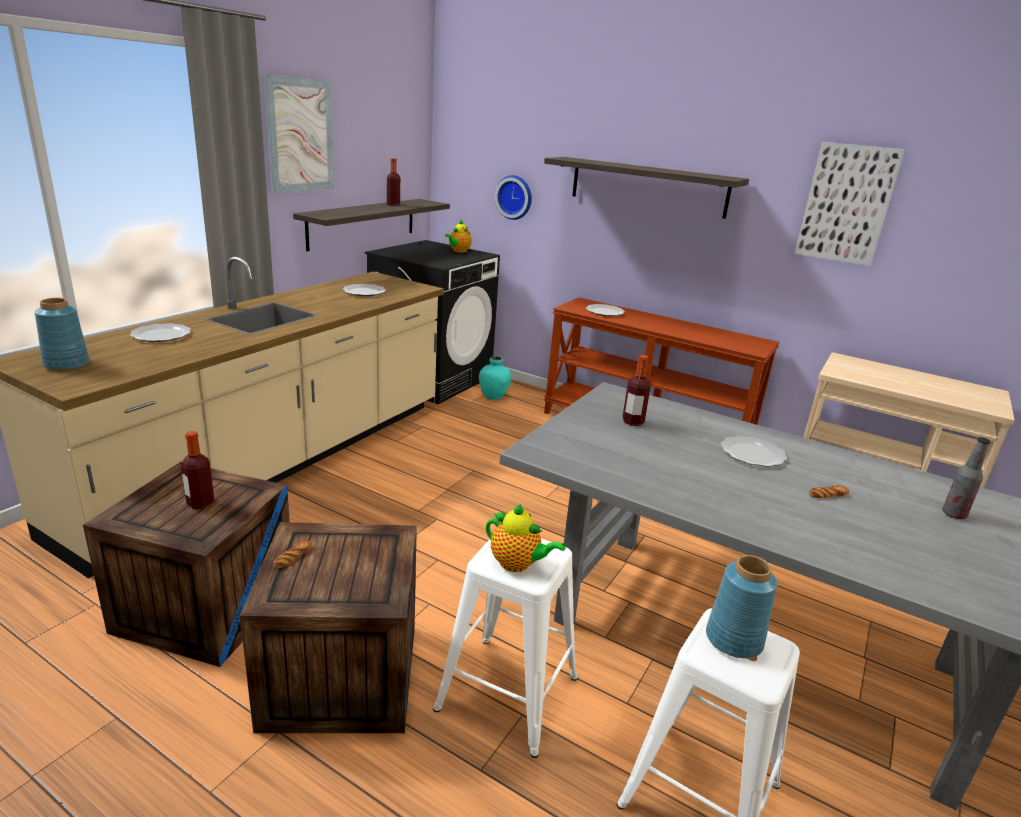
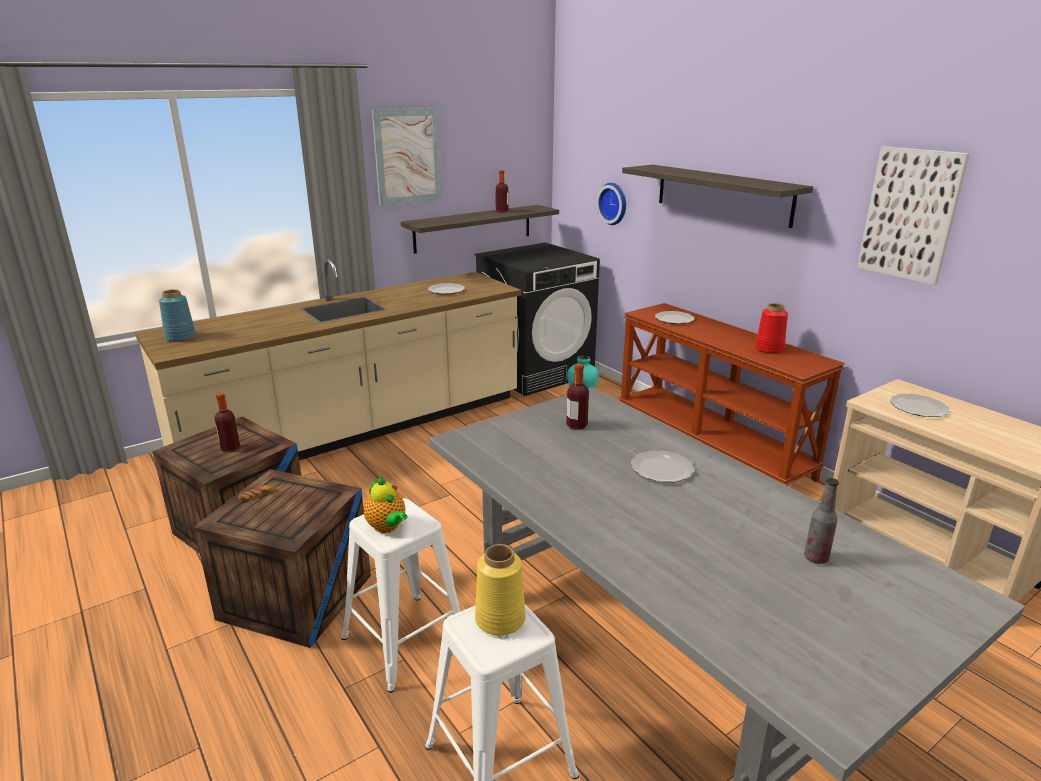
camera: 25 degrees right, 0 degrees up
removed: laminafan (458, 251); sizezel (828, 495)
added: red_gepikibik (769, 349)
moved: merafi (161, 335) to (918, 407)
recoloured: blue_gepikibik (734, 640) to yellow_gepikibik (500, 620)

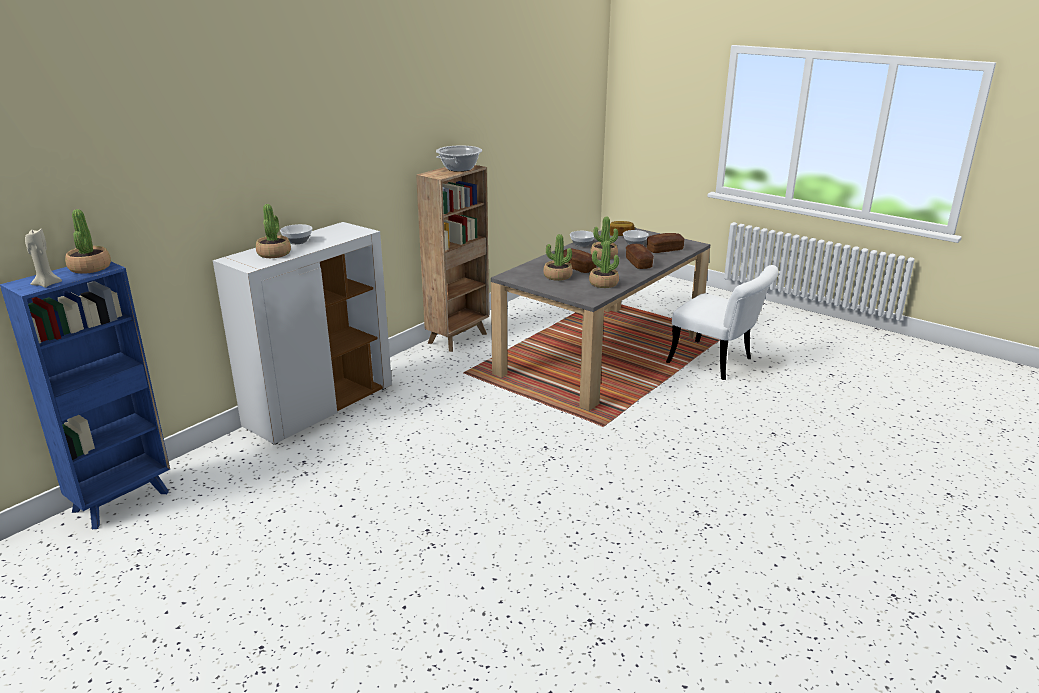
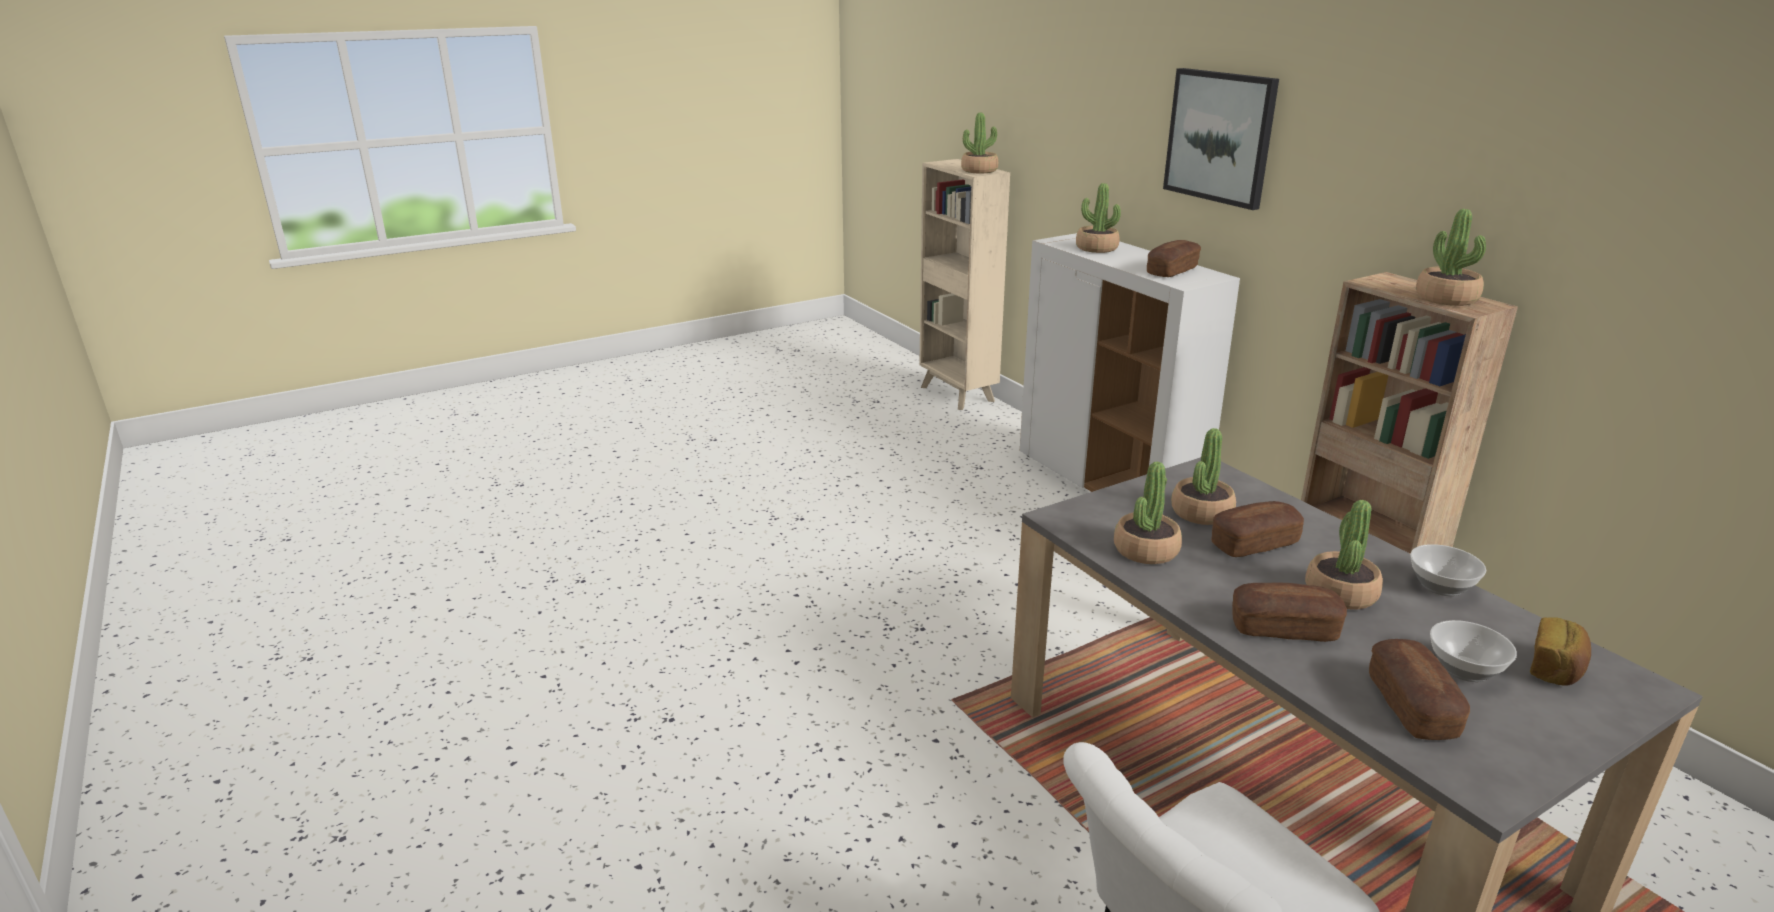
camera: 110 degrees right, 0 degrees up
removed: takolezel (298, 241); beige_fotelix (47, 284)
added: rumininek (1220, 137); sizezel (1172, 271)
replaced: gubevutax (459, 168) to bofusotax (1446, 298)
recoloured: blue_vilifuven (123, 501) to beige_vilifuven (958, 394)

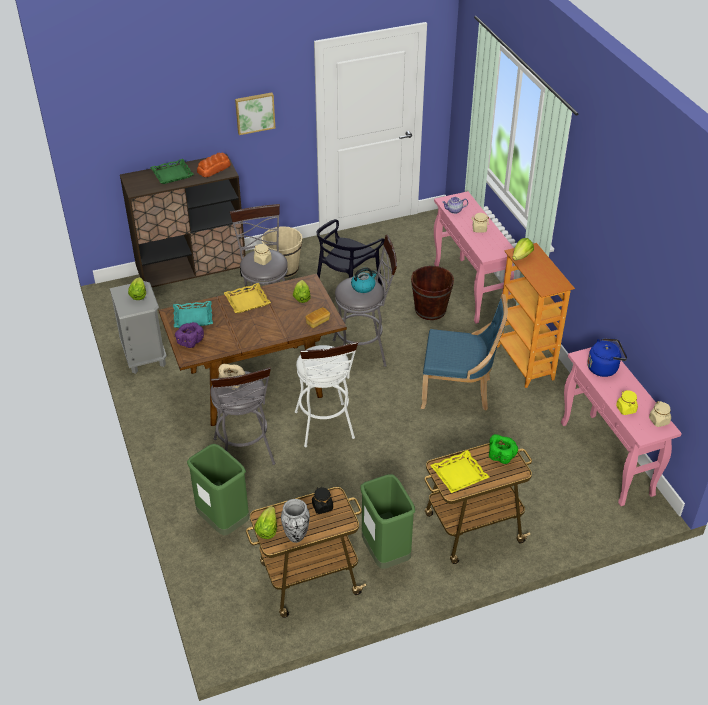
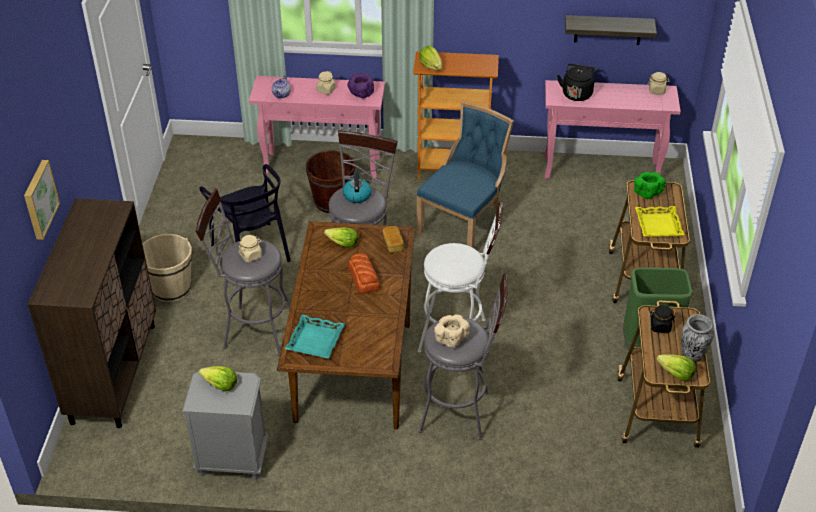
camera: 65 degrees left, 0 degrees up
removed: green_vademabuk (172, 174); yellow_vademabuk (247, 301); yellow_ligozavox (626, 409); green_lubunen (223, 522)
added: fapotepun (608, 30)
moved: rumininek (254, 112) to (39, 199); sizezel (214, 169) to (364, 277); purple_takolezel (190, 341) to (360, 94)
recoloured: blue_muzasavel (604, 368) to black_muzasavel (577, 93)

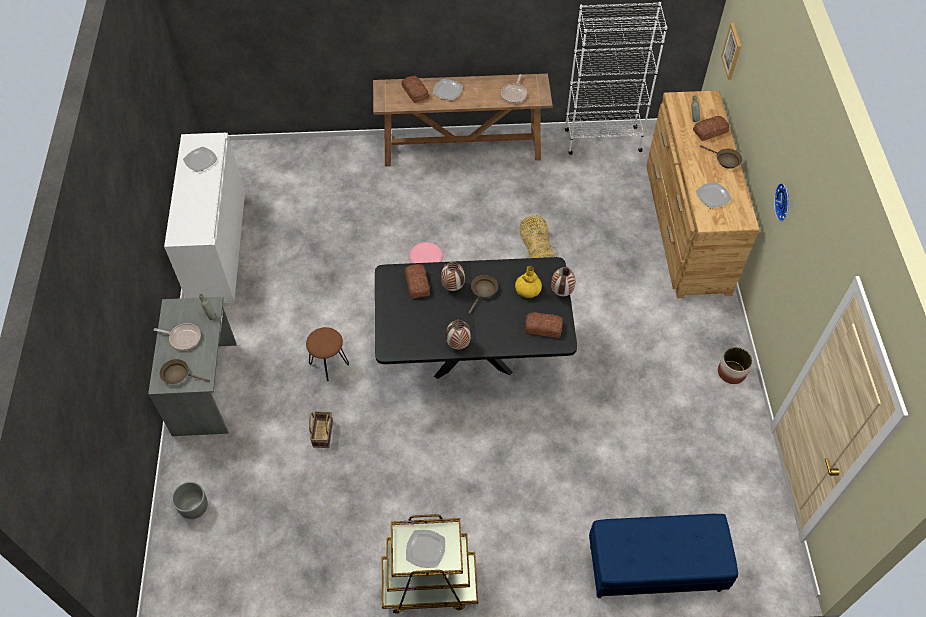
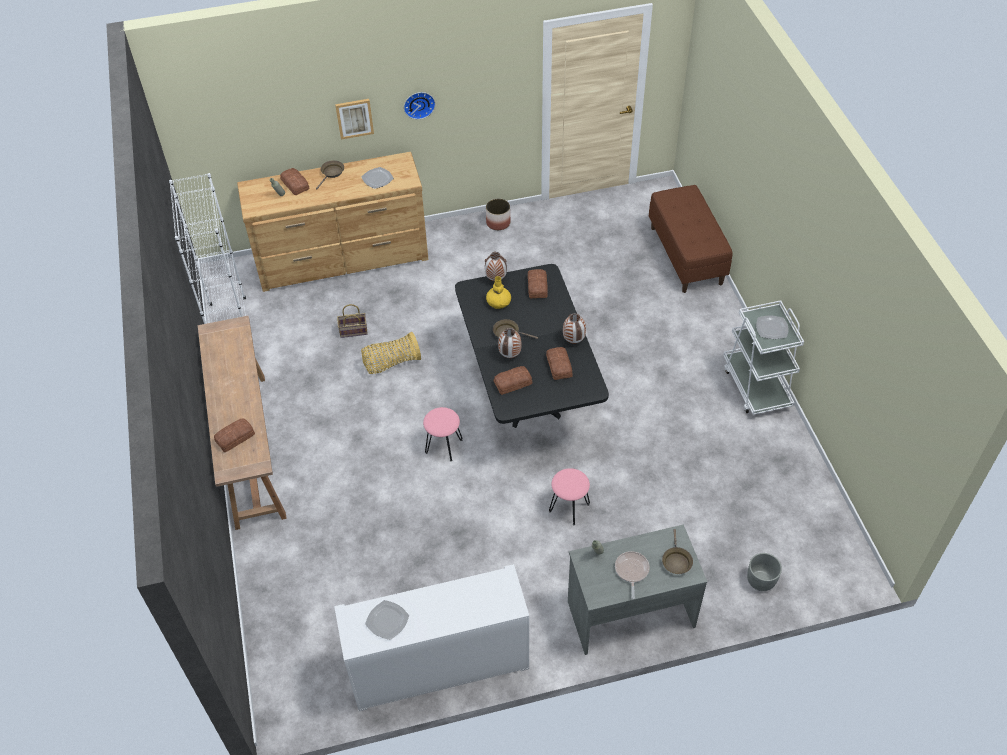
camera: 100 degrees left, 5 degrees down
removed: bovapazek (514, 94); merafi (447, 90)
added: sizezel (558, 366)
moved: rumininek (732, 51) to (354, 118); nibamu (322, 433) to (352, 331)
recoloured: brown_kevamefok (328, 364) to pink_kevamefok (569, 508); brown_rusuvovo (429, 584) to white_rusuvovo (756, 386); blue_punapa (654, 569) to brown_punapa (686, 255)

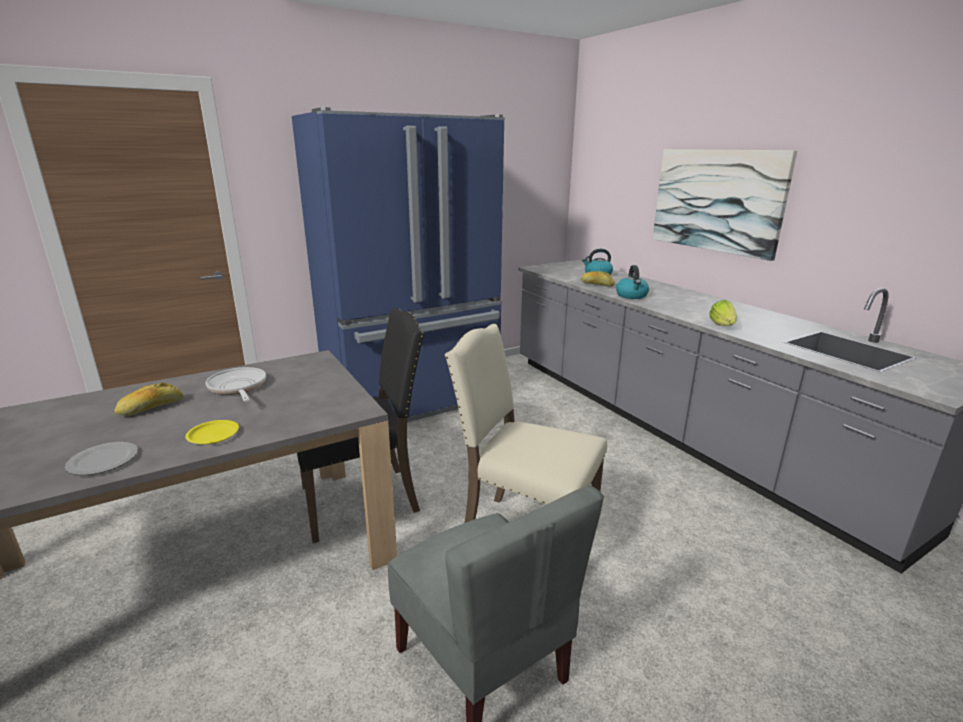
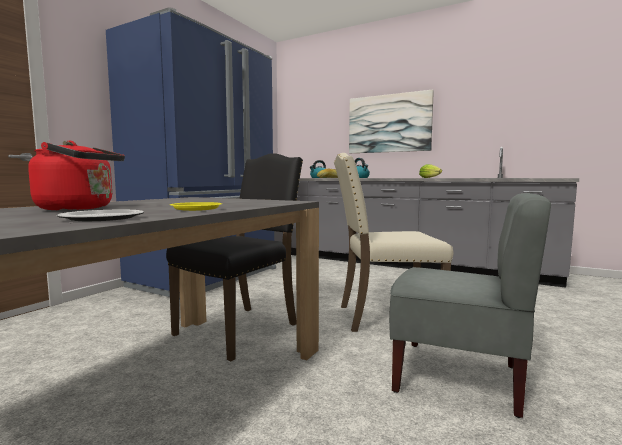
camera: 30 degrees left, 15 degrees down
removed: bovapazek (238, 388)
replaced: sizezel (151, 408) to red_muzasavel (80, 209)

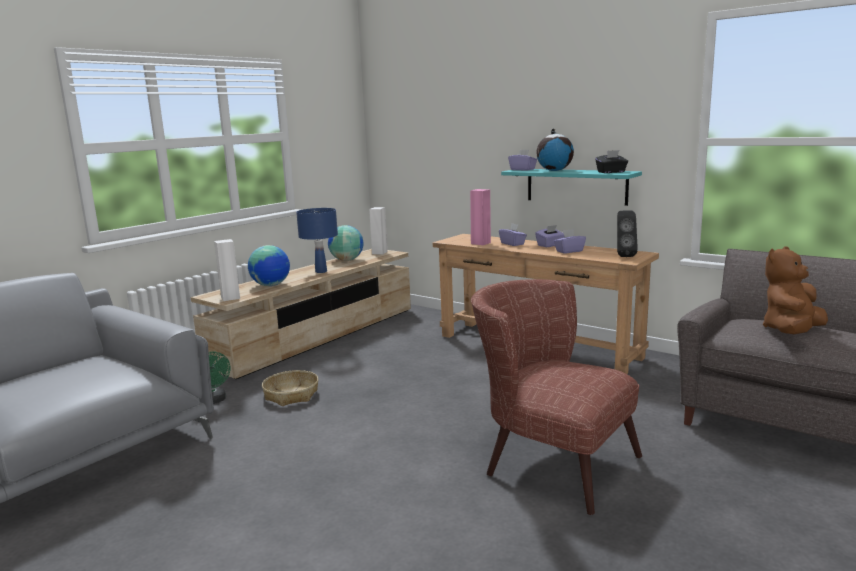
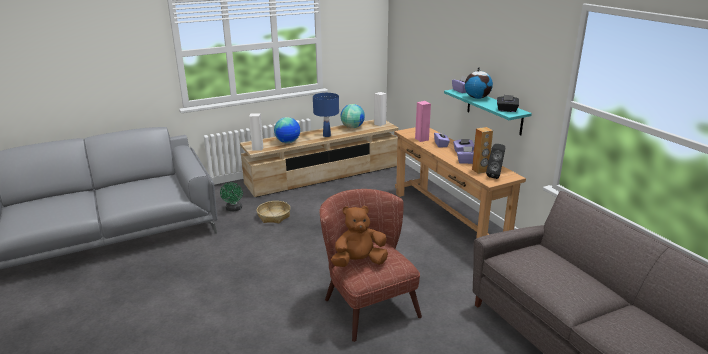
camera: 25 degrees right, 10 degrees up
added: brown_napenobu (480, 170)
moved: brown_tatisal (791, 332) to (359, 262)

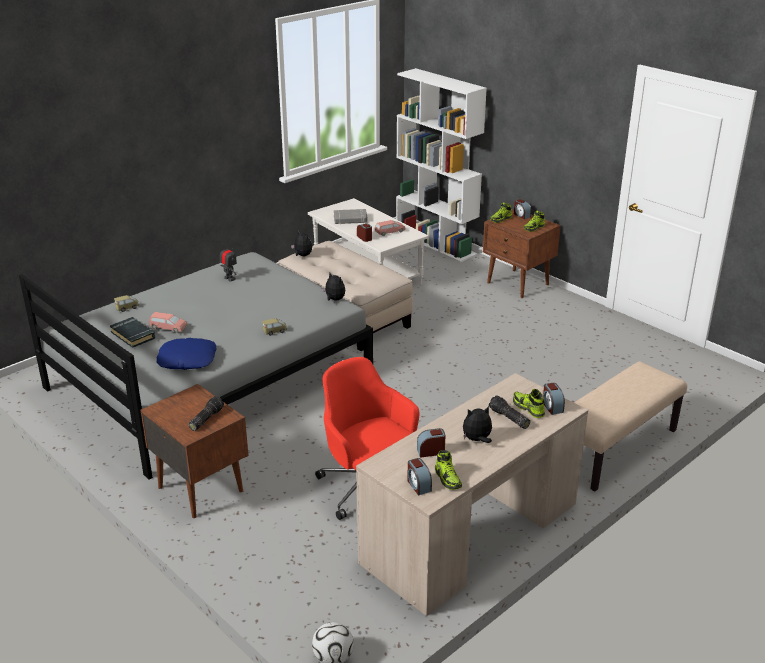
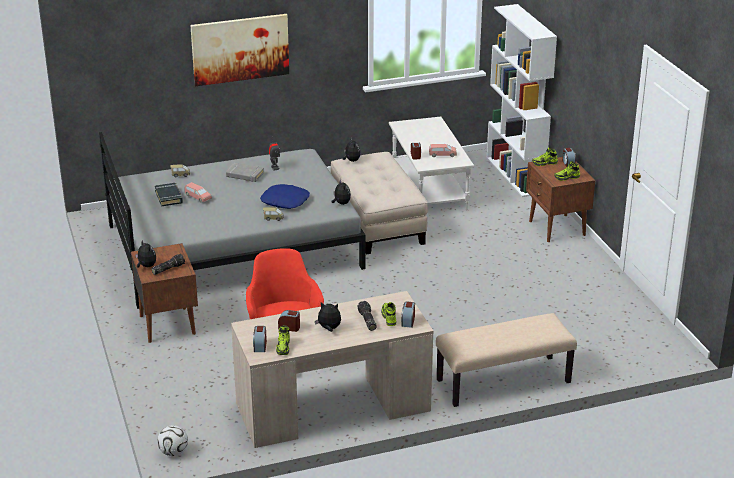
camera: 25 degrees right, 0 degrees up
added: rumininek (240, 49); tatisal (146, 266)
moved: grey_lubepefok (350, 219) to (244, 175); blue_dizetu (187, 359) to (285, 201)

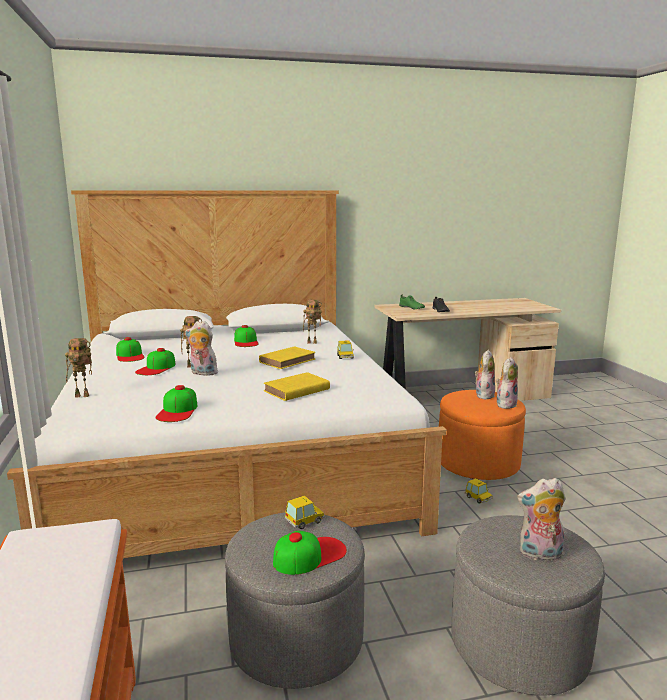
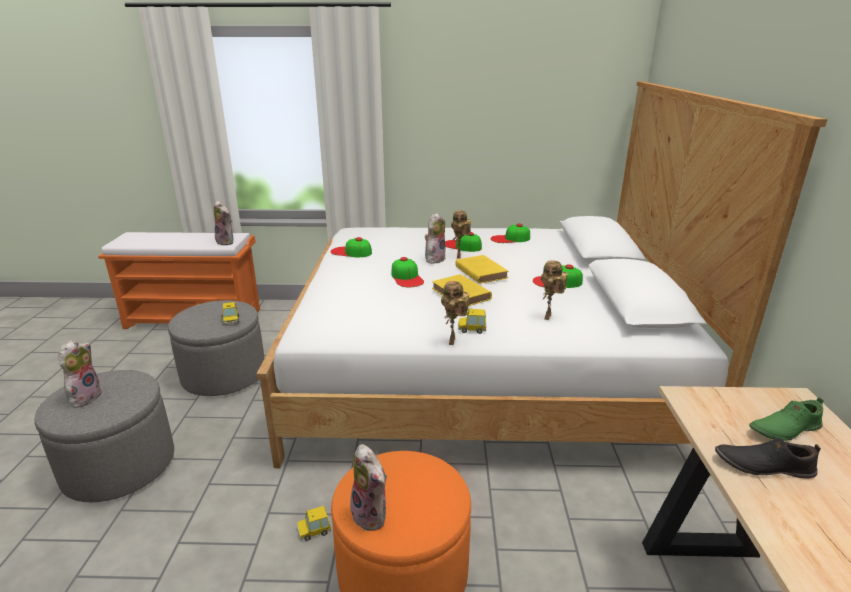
camera: 105 degrees right, 10 degrees up
moved: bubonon (83, 395) to (453, 342); tatisal (483, 395) to (227, 242); yellow_lubepefok (295, 391) to (480, 272); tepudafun (309, 555) to (407, 277)

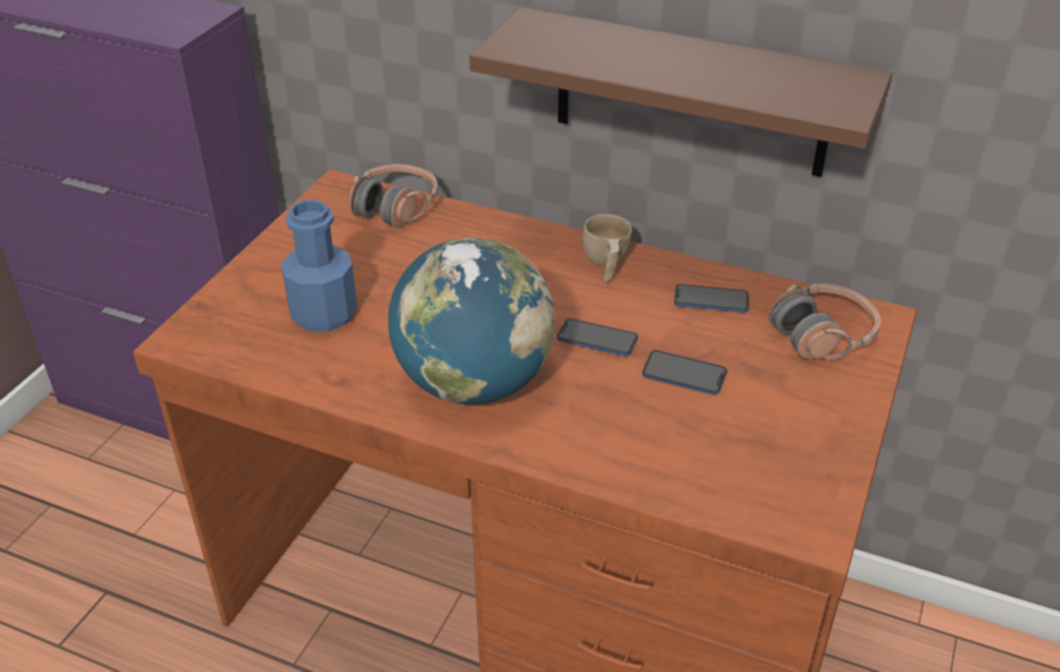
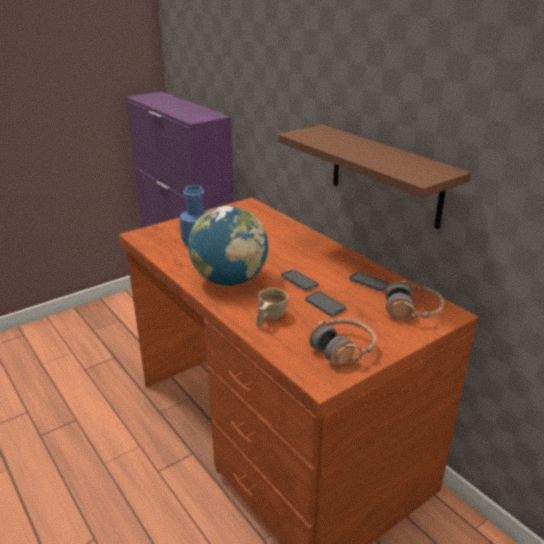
camera: 30 degrees right, 10 degrees down
moved: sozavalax (395, 207) to (342, 349); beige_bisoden (605, 264) to (269, 318)

